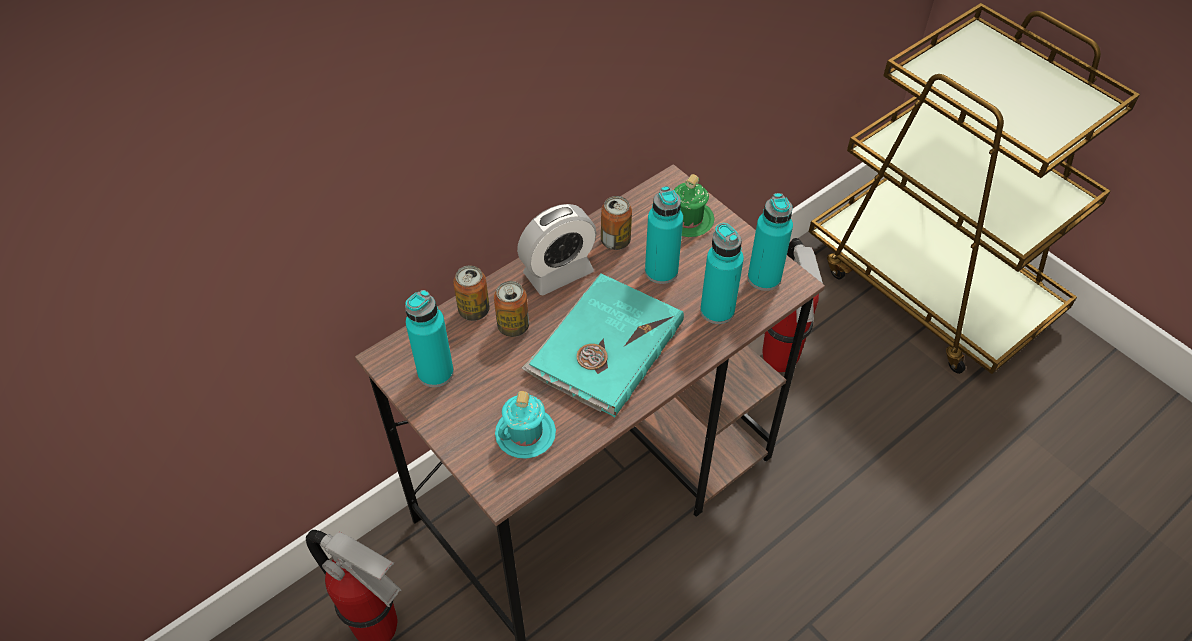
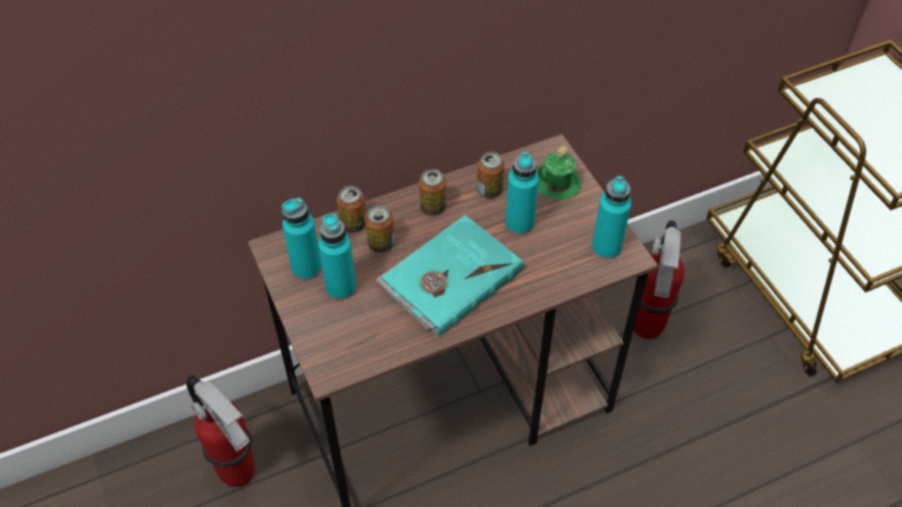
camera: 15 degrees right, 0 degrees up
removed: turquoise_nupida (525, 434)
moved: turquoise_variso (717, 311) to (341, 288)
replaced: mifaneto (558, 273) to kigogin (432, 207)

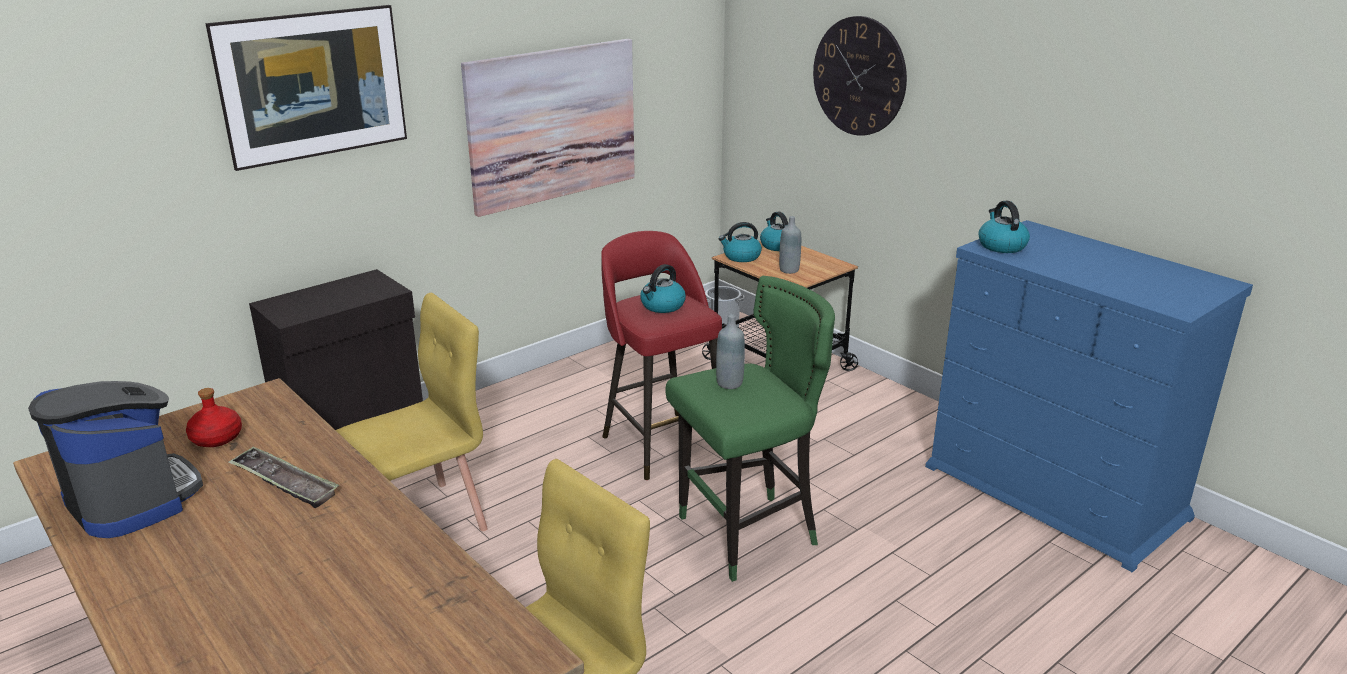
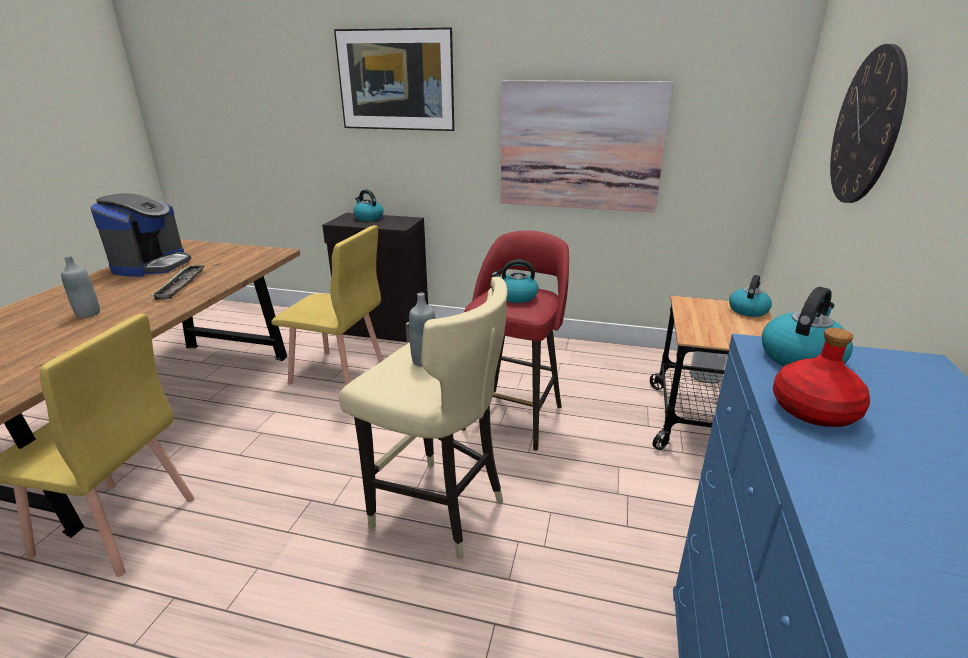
camera: 55 degrees right, 0 degrees up
moved: grey_variso (789, 270) to (88, 314); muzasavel (741, 257) to (368, 218); red_variso (217, 438) to (814, 411)
recoloured: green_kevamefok (747, 535) to beige_kevamefok (437, 509)

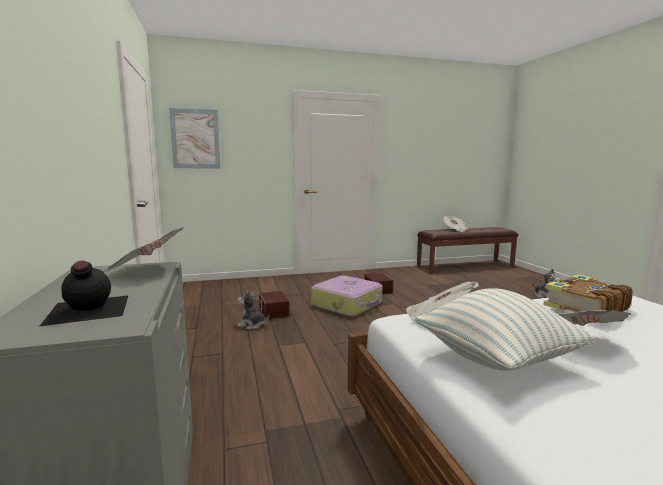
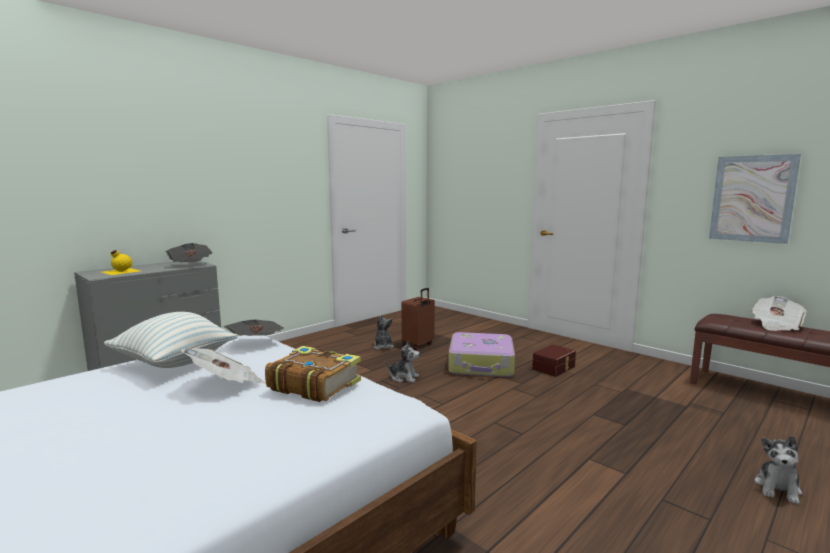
camera: 60 degrees right, 0 degrees up
added: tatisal (403, 377)
moved: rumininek (195, 139) to (752, 198)
replaced: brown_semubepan (273, 311) to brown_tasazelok (418, 345)
recoloured: black_variso (86, 309) to yellow_variso (120, 271)

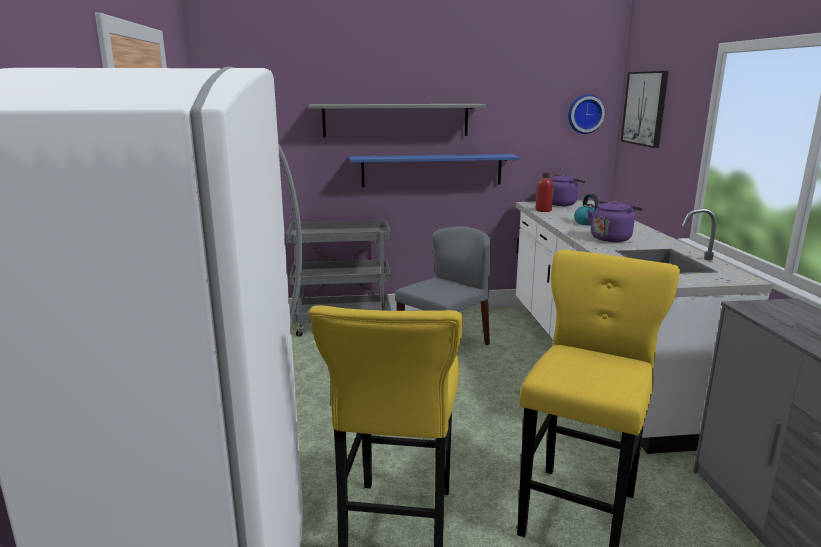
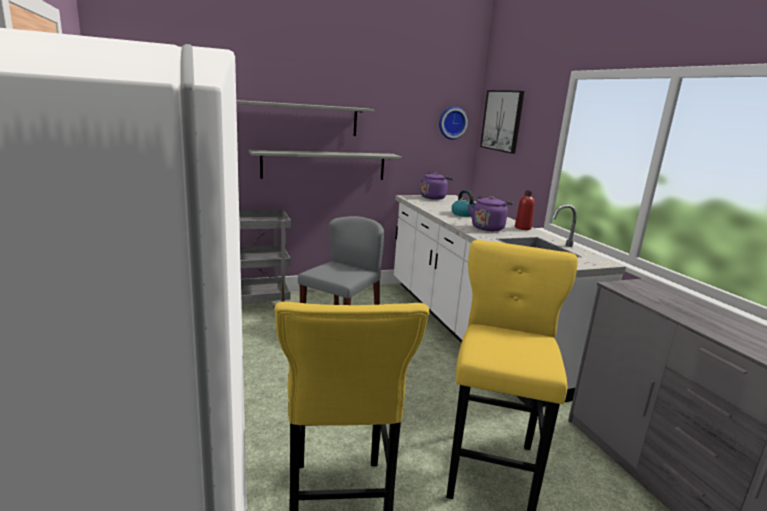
camera: 15 degrees left, 0 degrees up
moved: red_variso (543, 210) to (522, 228)
recoloured: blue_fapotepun (432, 170) to grey_fapotepun (324, 165)

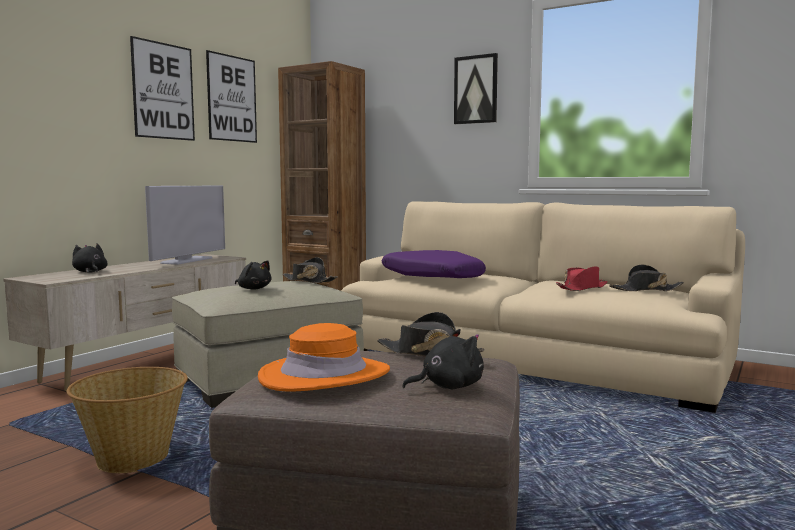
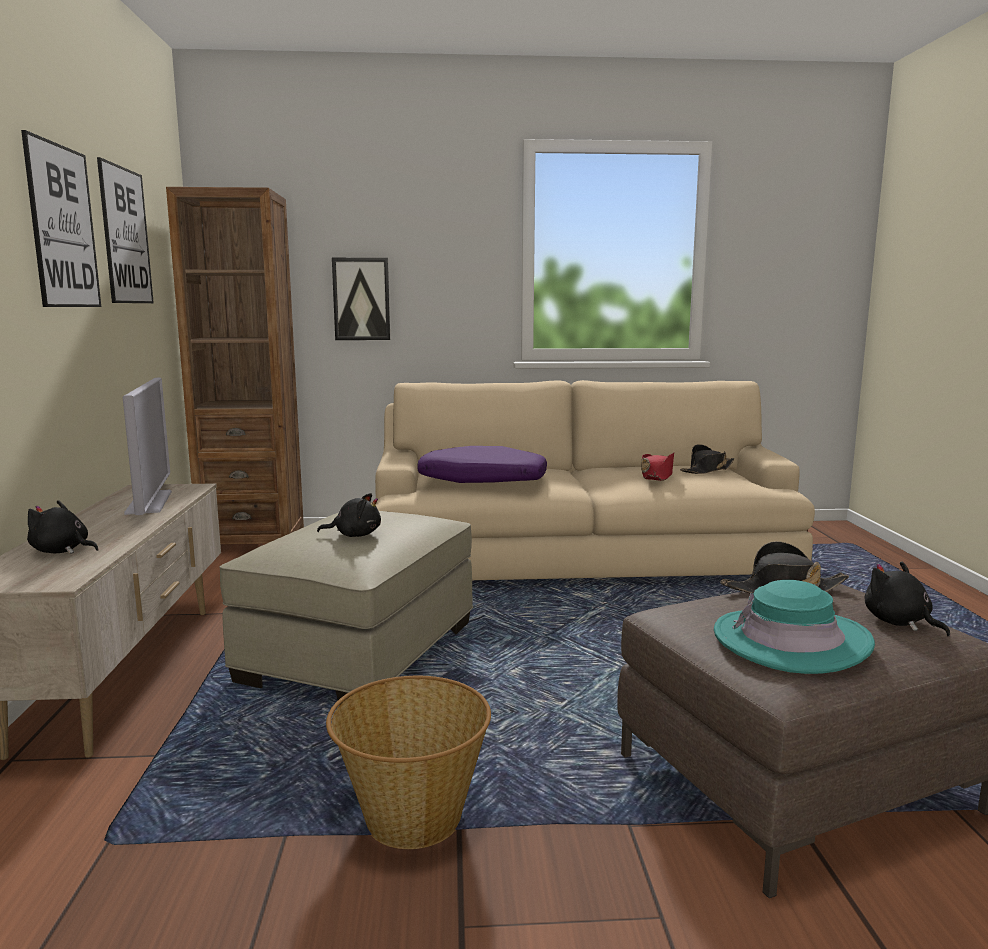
camera: 35 degrees left, 5 degrees up
removed: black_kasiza (309, 281)
moved: rumininek (476, 89) to (361, 299)
recoloured: orange_kasiza (324, 375) to turquoise_kasiza (791, 641)
turned: black_tatisal (448, 386) = (899, 622) 60 degrees counterclockwise

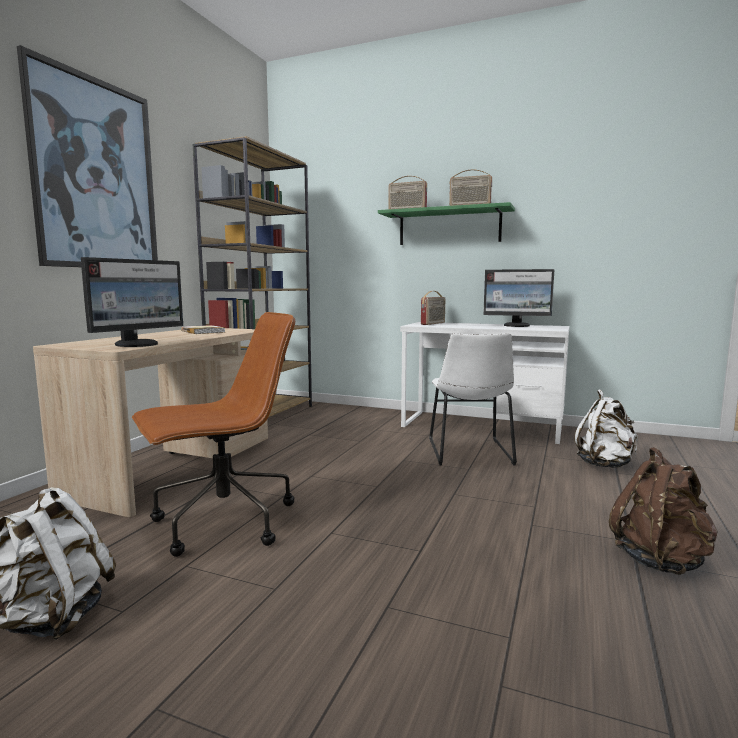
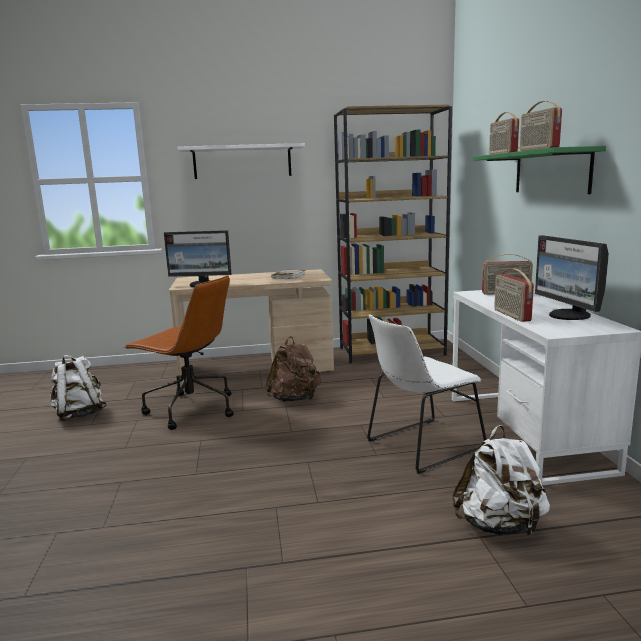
camera: 60 degrees right, 5 degrees up
added: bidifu (511, 315)
moved: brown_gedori (661, 561) to (295, 399)
replaced: rumininek (96, 175) to white_fapotepun (242, 162)

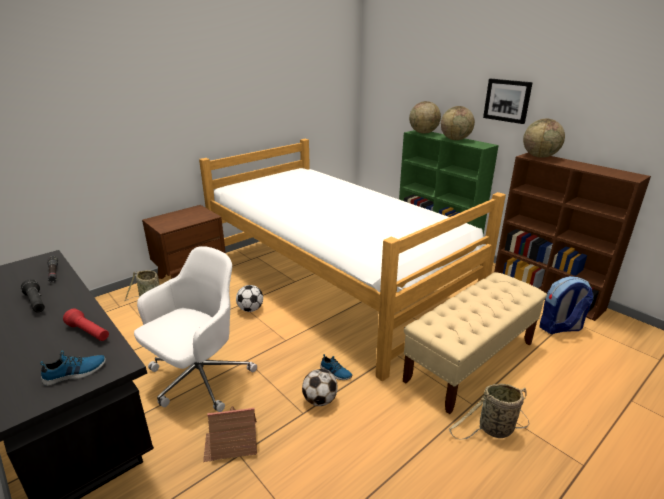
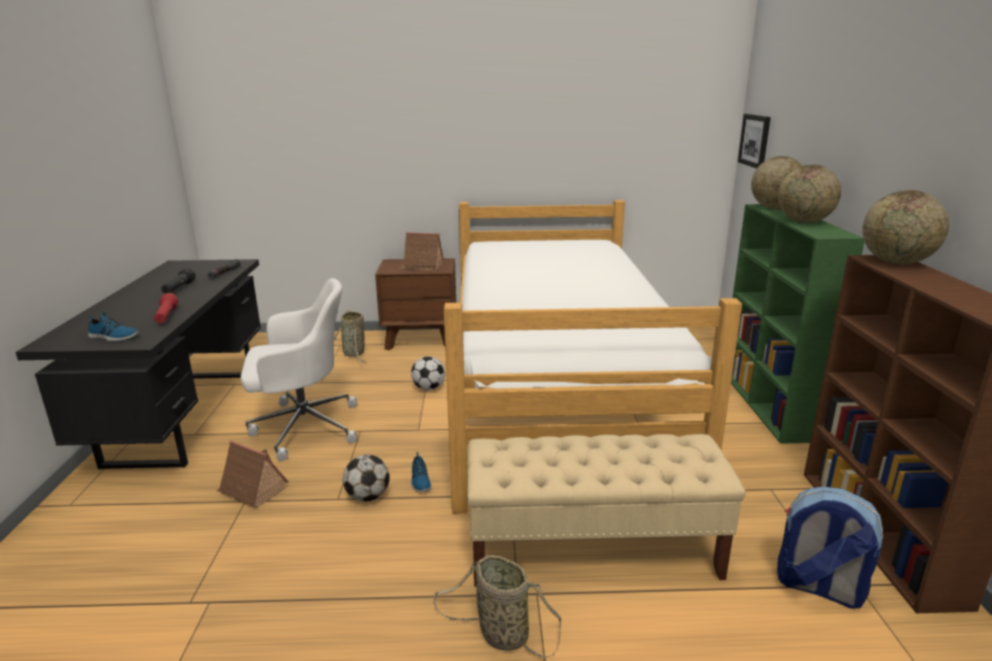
camera: 40 degrees right, 5 degrees down
added: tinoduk (421, 266)
moved: rumininek (507, 100) to (755, 140)

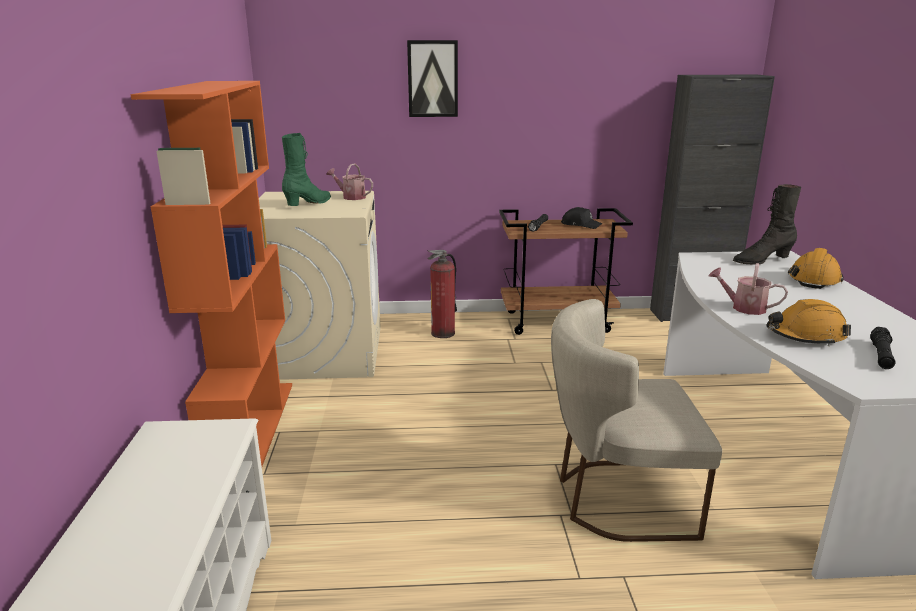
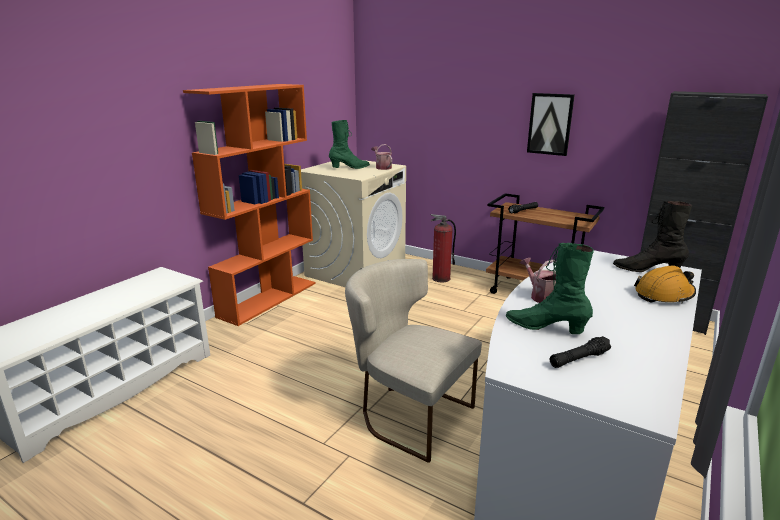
camera: 35 degrees right, 0 degrees up
removed: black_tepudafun (580, 225)
moved: rumininek (432, 79) to (550, 124)
replaced: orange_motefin (805, 336) to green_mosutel (545, 327)

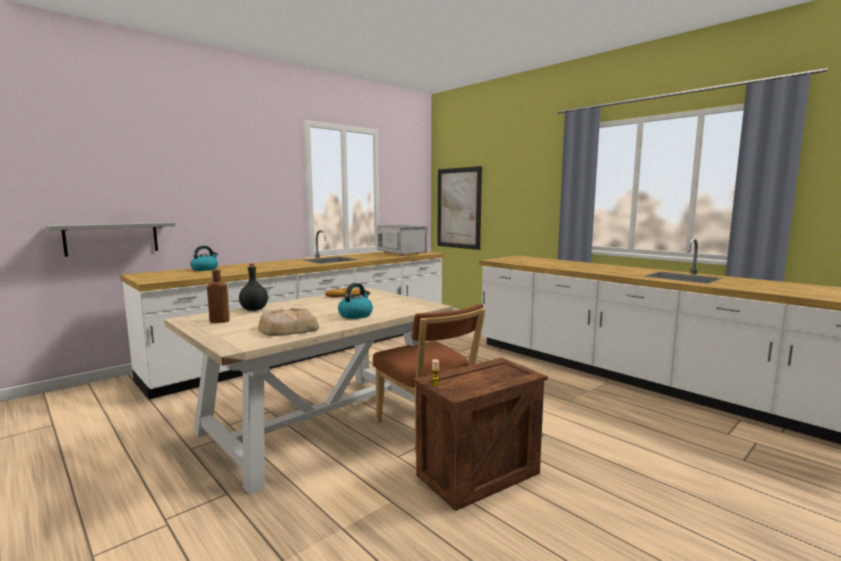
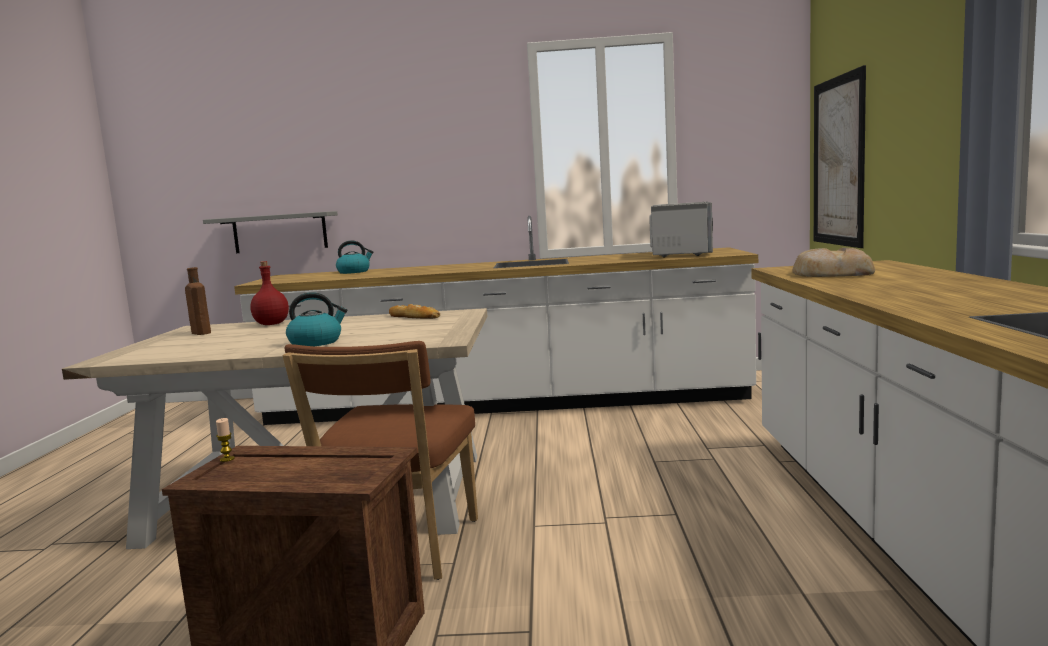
camera: 45 degrees right, 0 degrees up
moved: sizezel (287, 328) to (831, 273)
recoloured: black_variso (253, 310) to red_variso (271, 324)

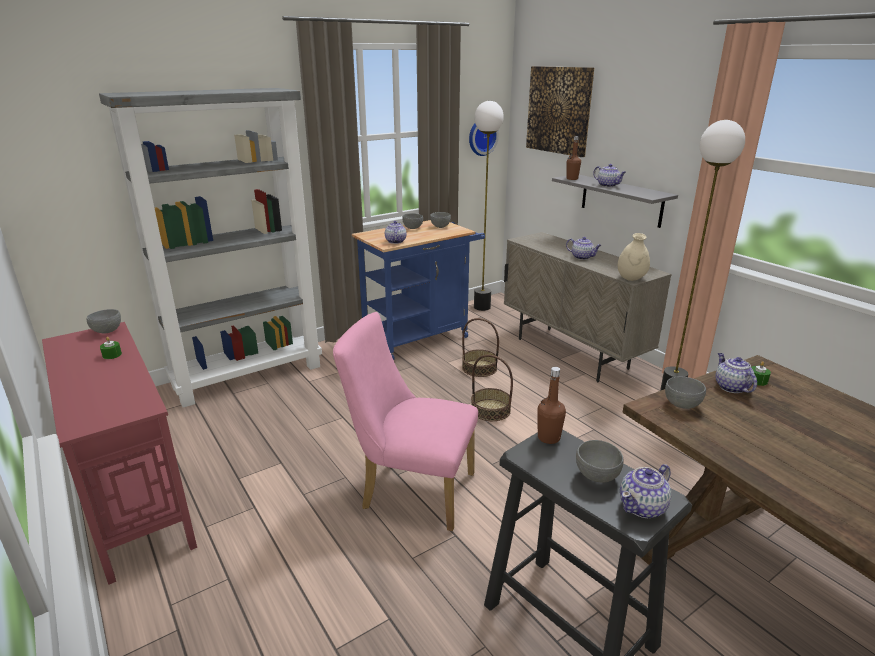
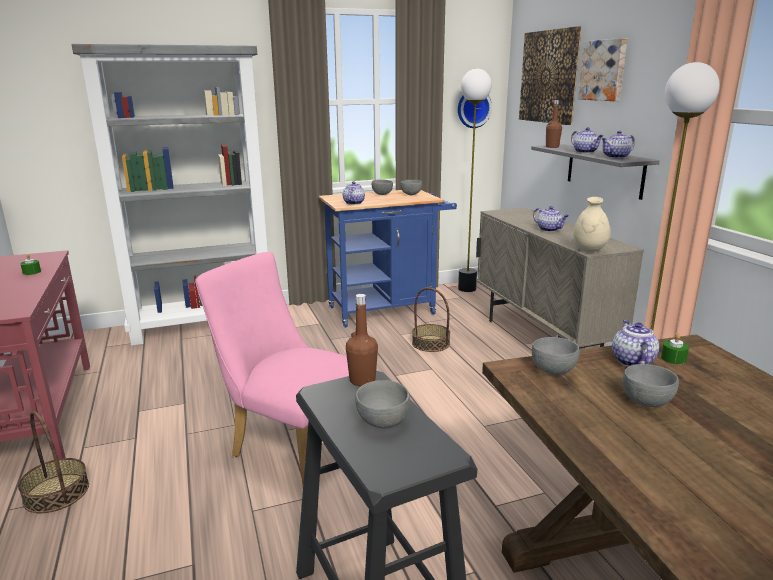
camera: 15 degrees right, 5 degrees down
added: rumininek (604, 70)
moved: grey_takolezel (107, 331) to (647, 403); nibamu (490, 410) to (56, 493); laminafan (643, 507) to (616, 157)

